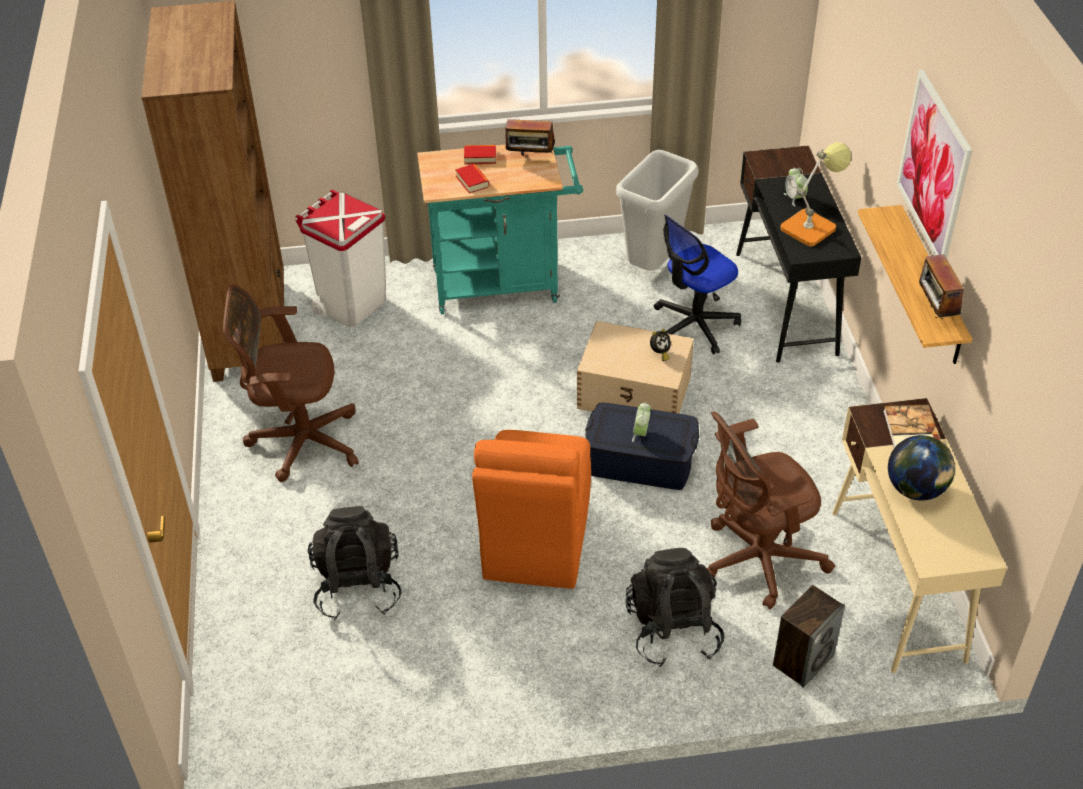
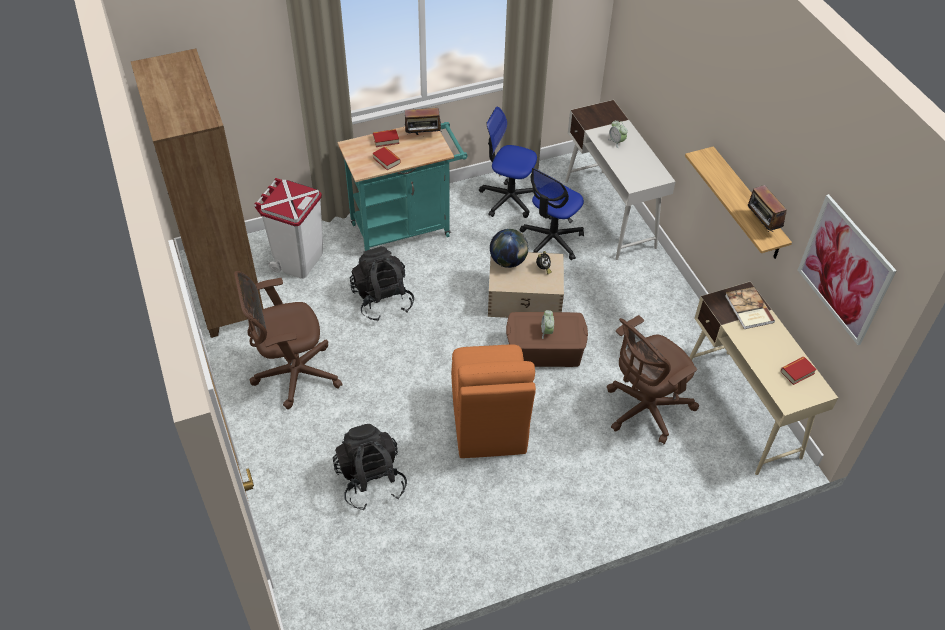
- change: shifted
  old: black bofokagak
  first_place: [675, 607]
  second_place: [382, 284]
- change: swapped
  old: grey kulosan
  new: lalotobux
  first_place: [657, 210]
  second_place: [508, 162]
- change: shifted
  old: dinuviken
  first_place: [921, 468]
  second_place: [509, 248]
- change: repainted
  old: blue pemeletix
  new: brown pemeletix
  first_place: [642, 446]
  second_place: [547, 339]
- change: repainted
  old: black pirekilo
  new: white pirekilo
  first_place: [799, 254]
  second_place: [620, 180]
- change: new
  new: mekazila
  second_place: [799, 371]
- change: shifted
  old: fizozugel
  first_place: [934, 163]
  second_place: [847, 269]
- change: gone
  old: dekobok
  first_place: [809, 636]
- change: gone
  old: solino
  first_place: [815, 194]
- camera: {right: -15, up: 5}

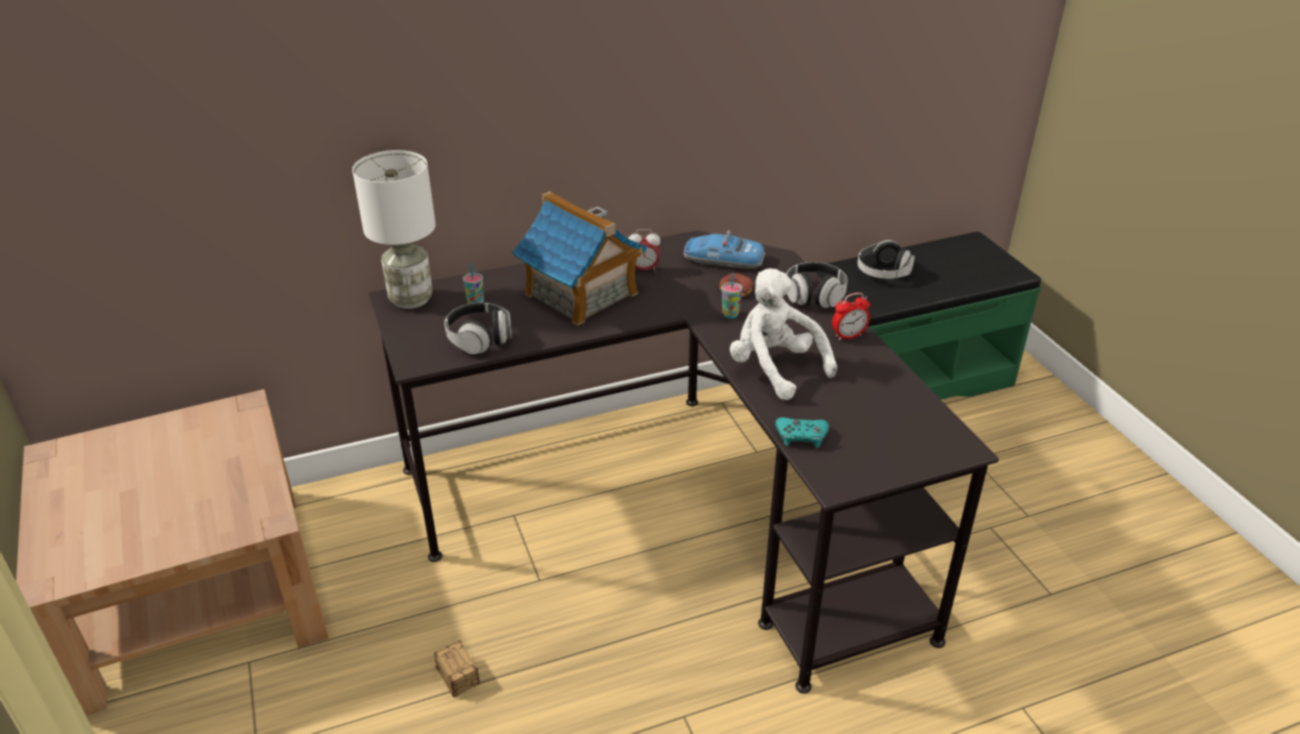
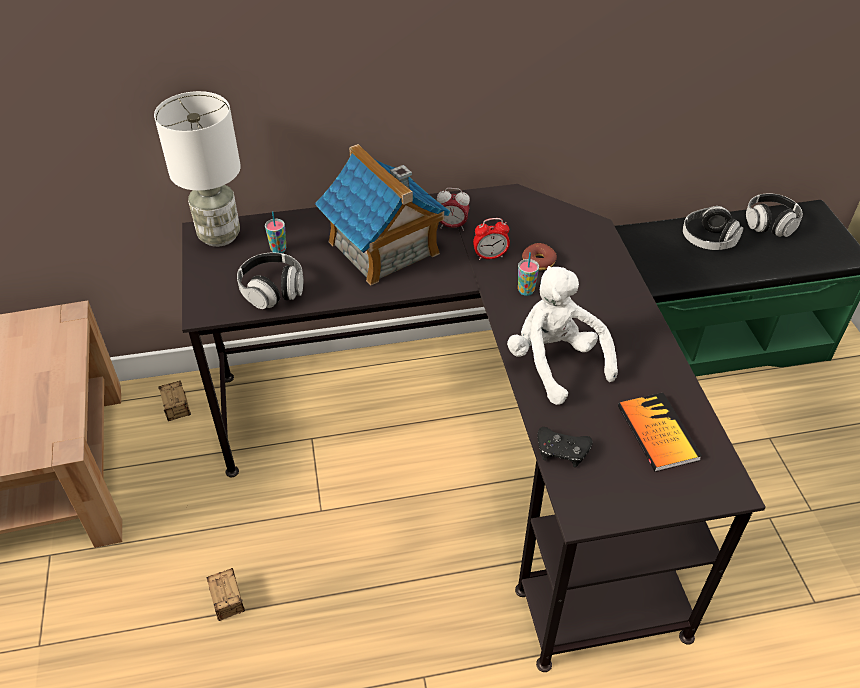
- change: new
  new: pemeletix
  second_place: [175, 401]
- change: shifted
  old: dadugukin
  first_place: [851, 317]
  second_place: [491, 239]
- change: repainted
  old: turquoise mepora
  new: black mepora
  first_place: [802, 432]
  second_place: [565, 447]
- change: new
  new: mekazila
  second_place: [660, 432]
- change: shifted
  old: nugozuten
  first_place: [817, 285]
  second_place: [774, 215]
- change: gone
  old: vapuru
  first_place: [724, 249]
- camera: {right: 10, up: 10}

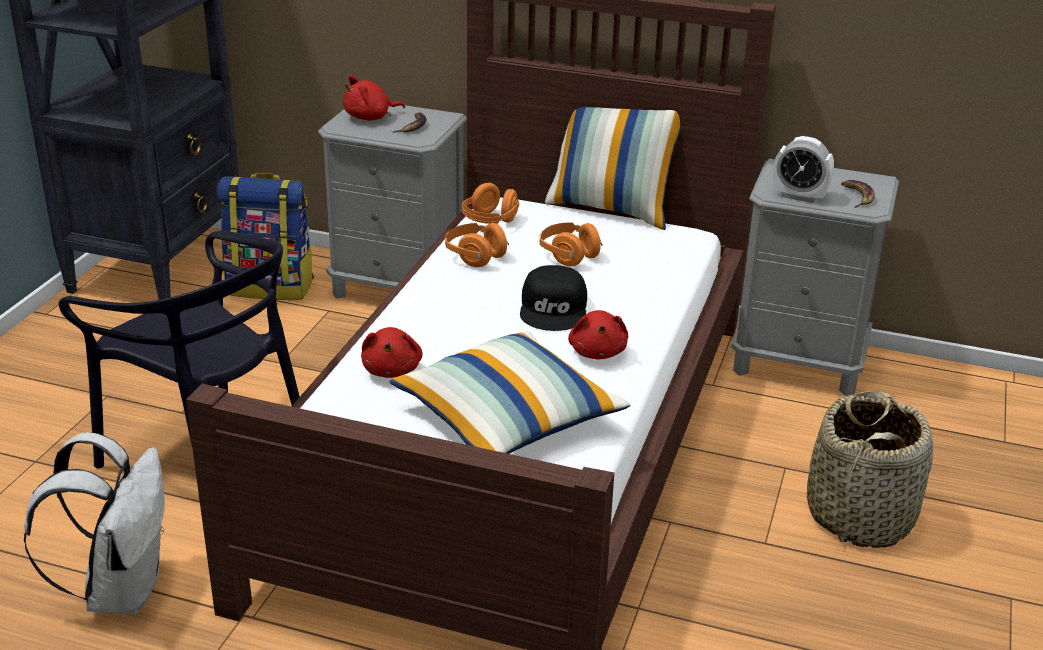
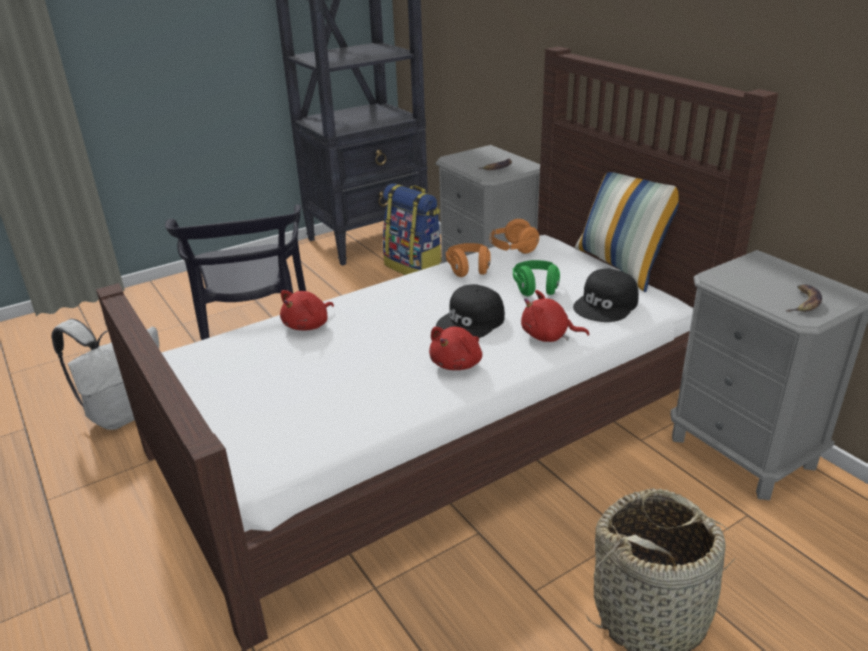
- change: repainted
  old: orange nugozuten
  new: green nugozuten
  first_place: [571, 244]
  second_place: [536, 278]
- change: shifted
  old: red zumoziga
  first_place: [374, 98]
  second_place: [555, 316]
- change: new
  new: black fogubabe
  second_place: [606, 295]
- change: gone
  old: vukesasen
  first_place: [510, 392]
- change: gone
  old: dadugukin
  first_place: [803, 169]
- camera: {right: 40, up: 0}

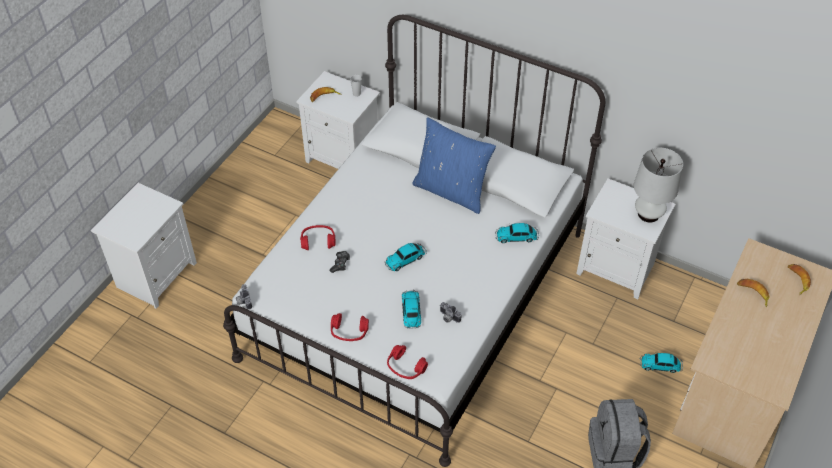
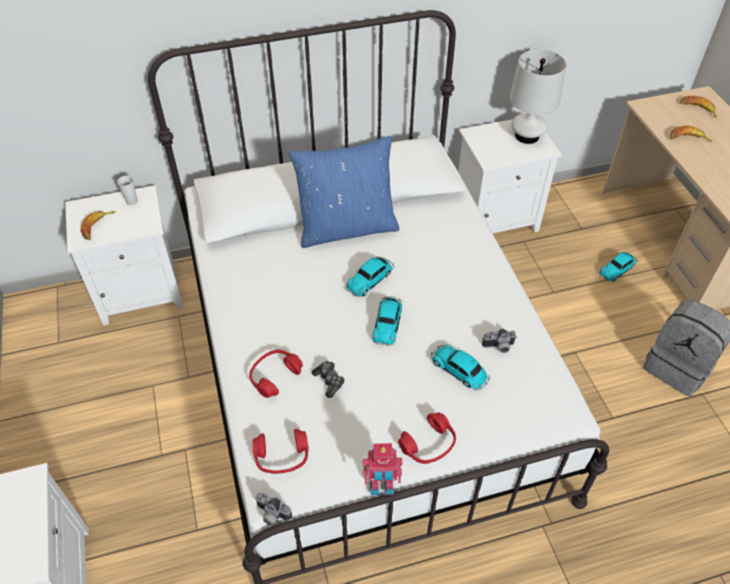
- change: shifted
  old: red nugozuten
  first_place: [407, 362]
  second_place: [280, 451]
- change: shifted
  old: vapuru
  first_place: [517, 233]
  second_place: [369, 277]
- change: new
  new: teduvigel
  second_place: [383, 469]
- camera: {right: -45, up: 0}

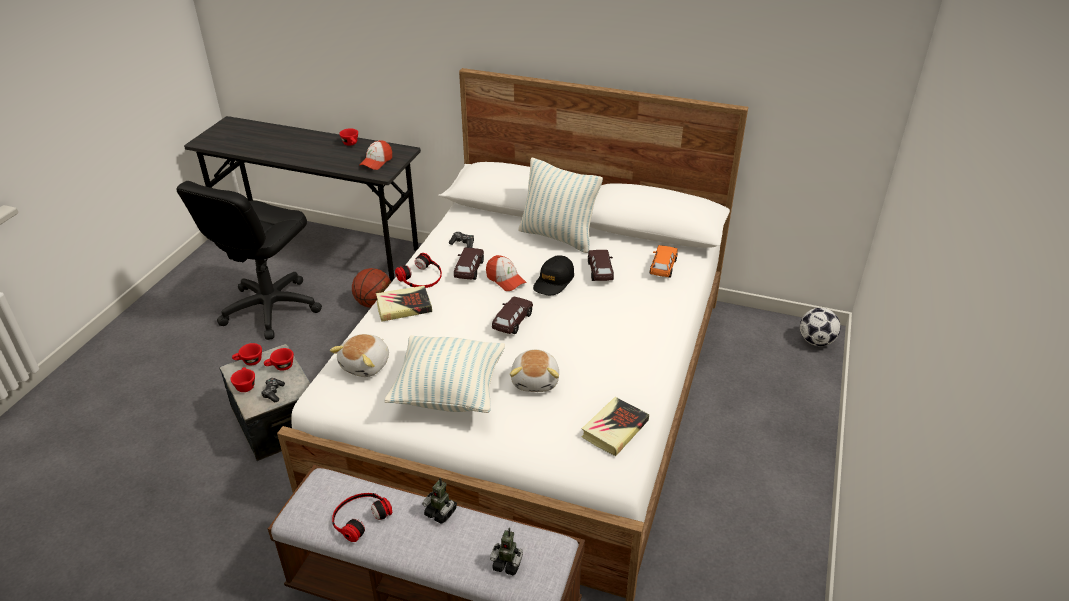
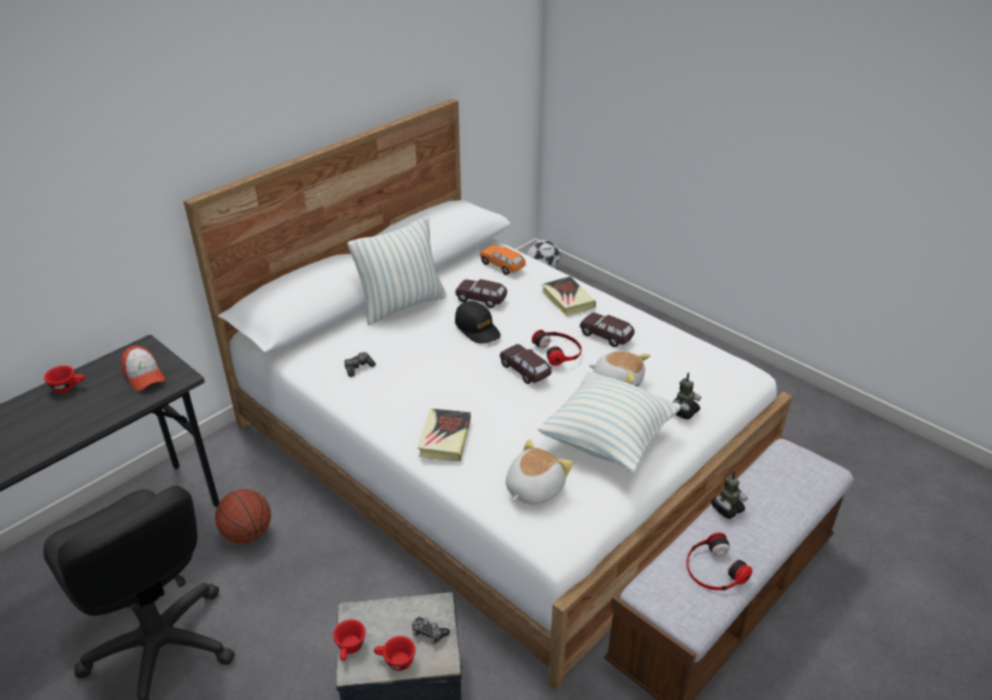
- change: rotated
  old: zumoziga
  first_place: [359, 355]
  second_place: [539, 472]
  degrees: -105
- change: shifted
  old: nugozuten
  first_place: [418, 270]
  second_place: [557, 348]
- change: shifted
  old: mekazila
  first_place: [615, 426]
  second_place: [568, 296]
- change: shifted
  old: brown vapuru
  first_place: [469, 264]
  second_place: [607, 330]
- change: shifted
  old: teduvigel
  first_place: [506, 551]
  second_place: [687, 396]
- change: gone
  old: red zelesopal
  first_place: [279, 359]
- change: gone
  old: fogubabe
  first_place: [506, 273]
- camera: {right: -65, up: 0}

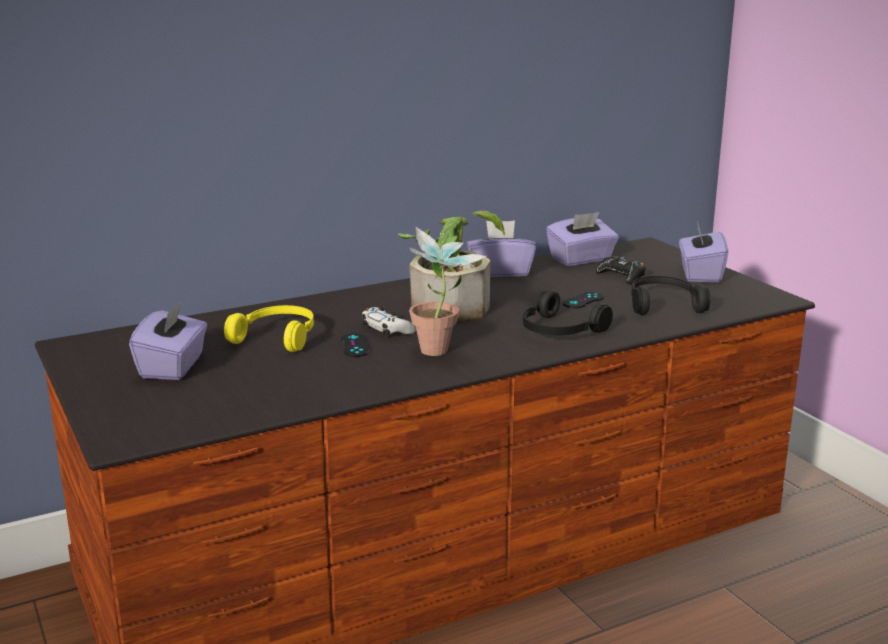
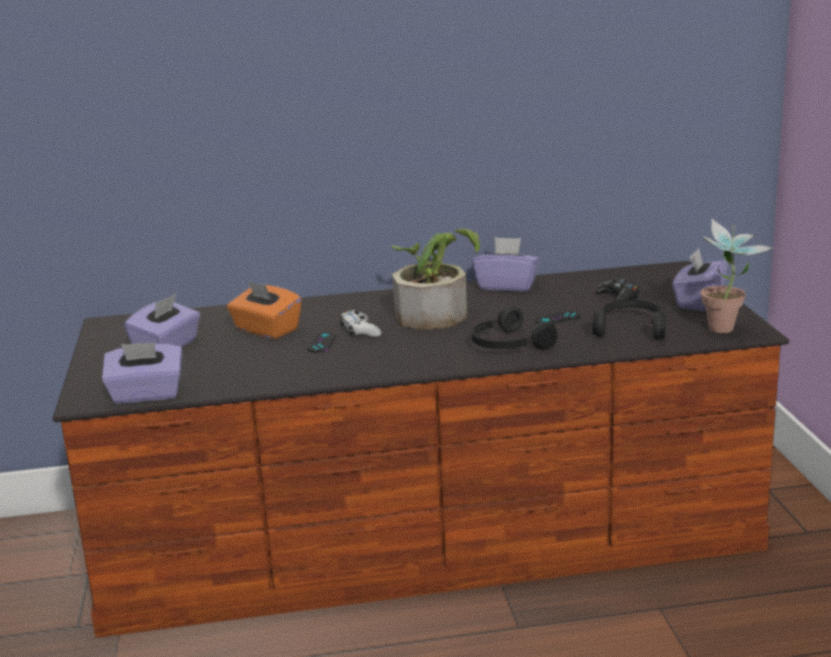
- change: shifted
  old: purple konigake
  first_place: [582, 239]
  second_place: [142, 373]
- change: swapped
  old: yellow nugozuten
  new: orange konigake
  first_place: [269, 328]
  second_place: [264, 309]
- change: shifted
  old: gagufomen
  first_place: [447, 291]
  second_place: [737, 276]
- camera: {right: 20, up: 0}

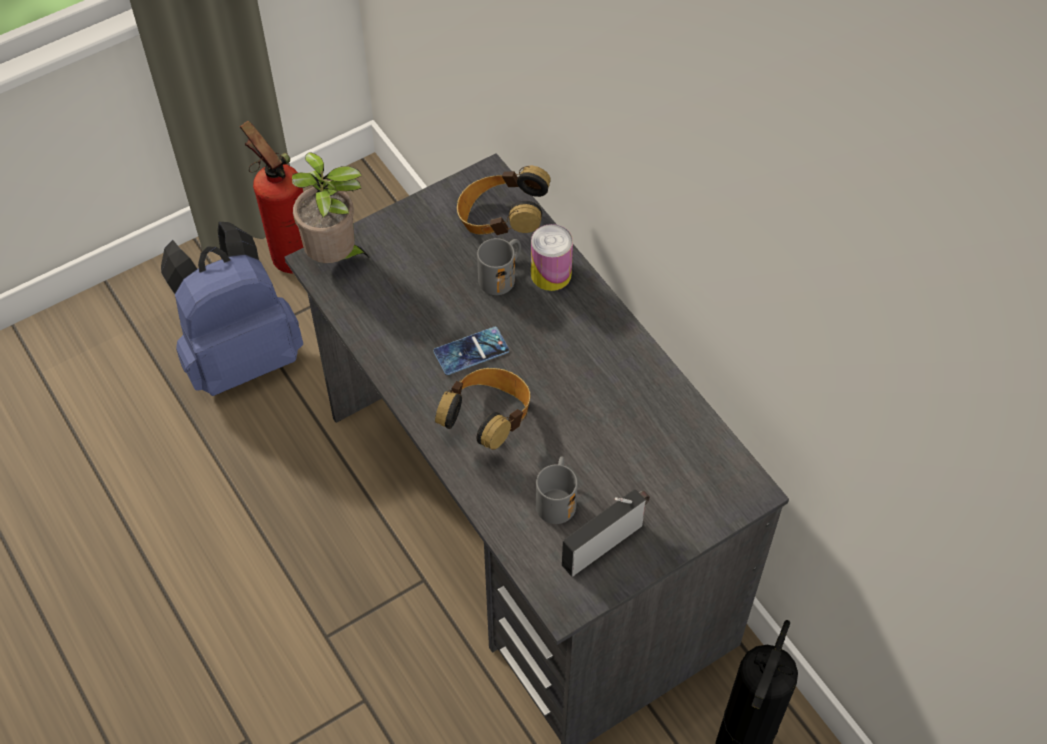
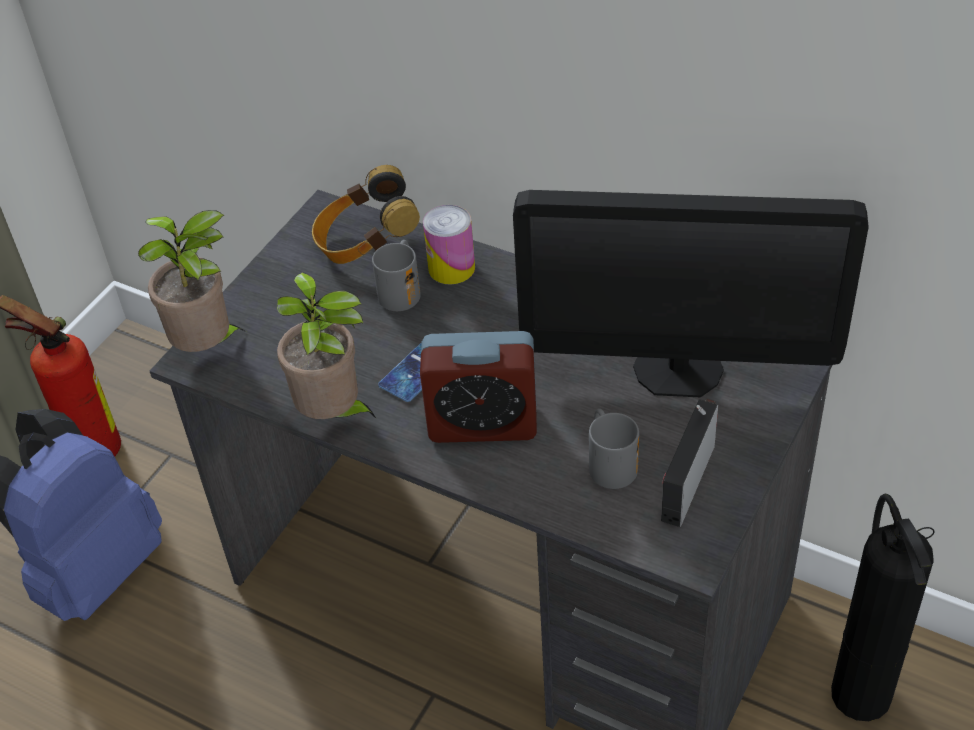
- change: new
  new: gagufomen
  second_place: [326, 345]
- change: swapped
  old: nugozuten
  new: dadugukin
  first_place: [483, 409]
  second_place: [478, 387]
- change: new
  new: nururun
  second_place: [691, 293]
- camera: {right: -25, up: -10}

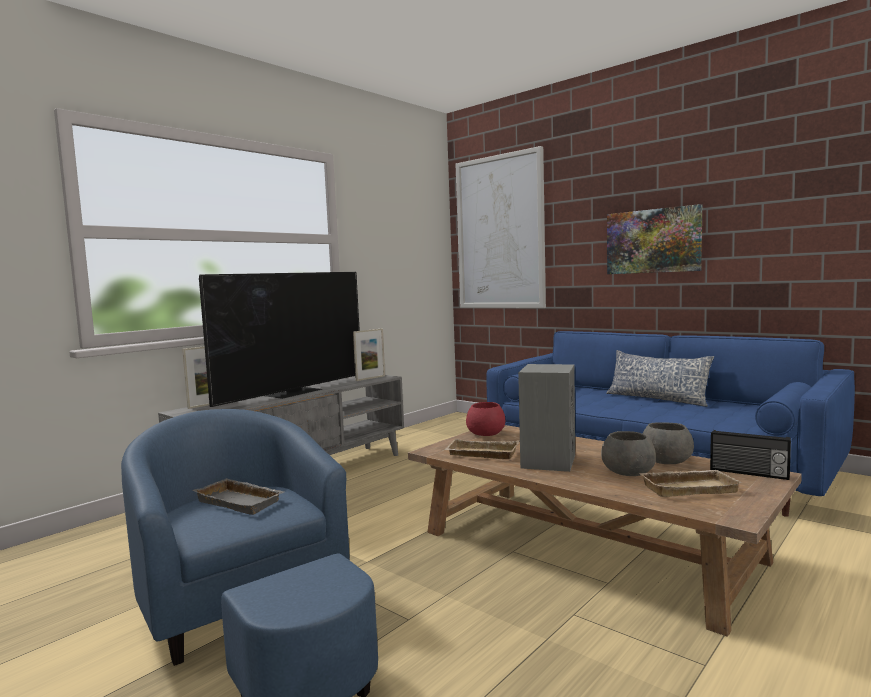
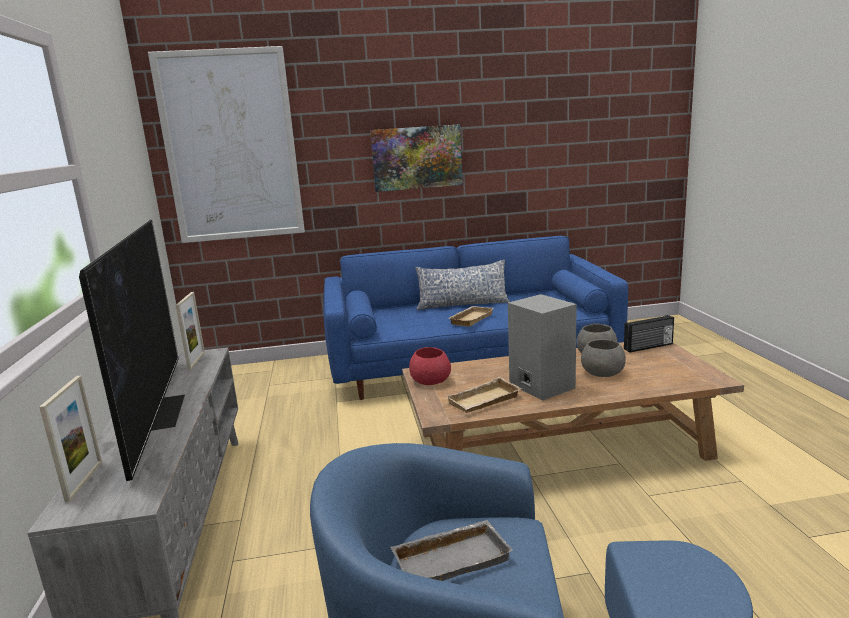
- change: shifted
  old: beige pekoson
  first_place: [690, 483]
  second_place: [471, 316]
- camera: {right: -50, up: 10}

